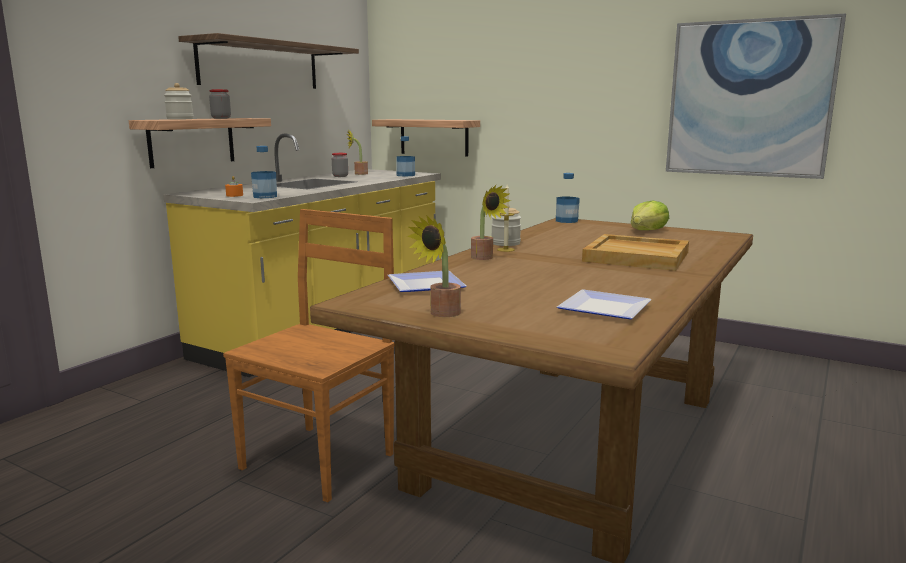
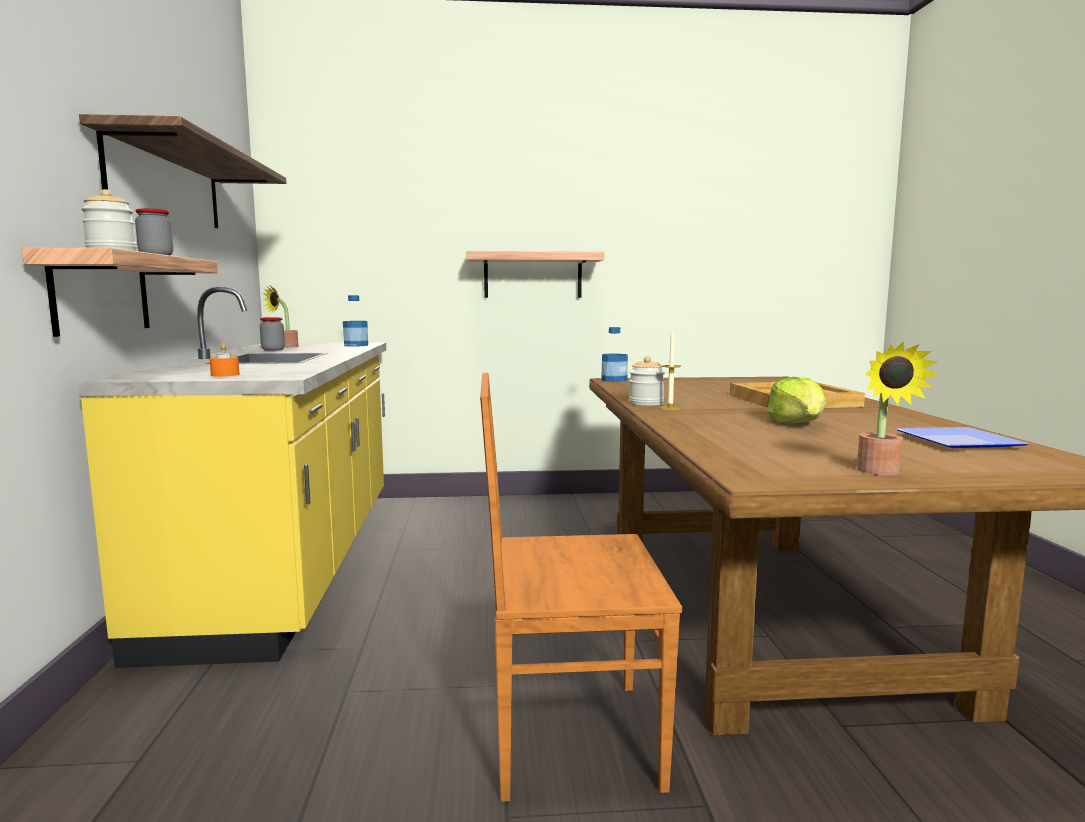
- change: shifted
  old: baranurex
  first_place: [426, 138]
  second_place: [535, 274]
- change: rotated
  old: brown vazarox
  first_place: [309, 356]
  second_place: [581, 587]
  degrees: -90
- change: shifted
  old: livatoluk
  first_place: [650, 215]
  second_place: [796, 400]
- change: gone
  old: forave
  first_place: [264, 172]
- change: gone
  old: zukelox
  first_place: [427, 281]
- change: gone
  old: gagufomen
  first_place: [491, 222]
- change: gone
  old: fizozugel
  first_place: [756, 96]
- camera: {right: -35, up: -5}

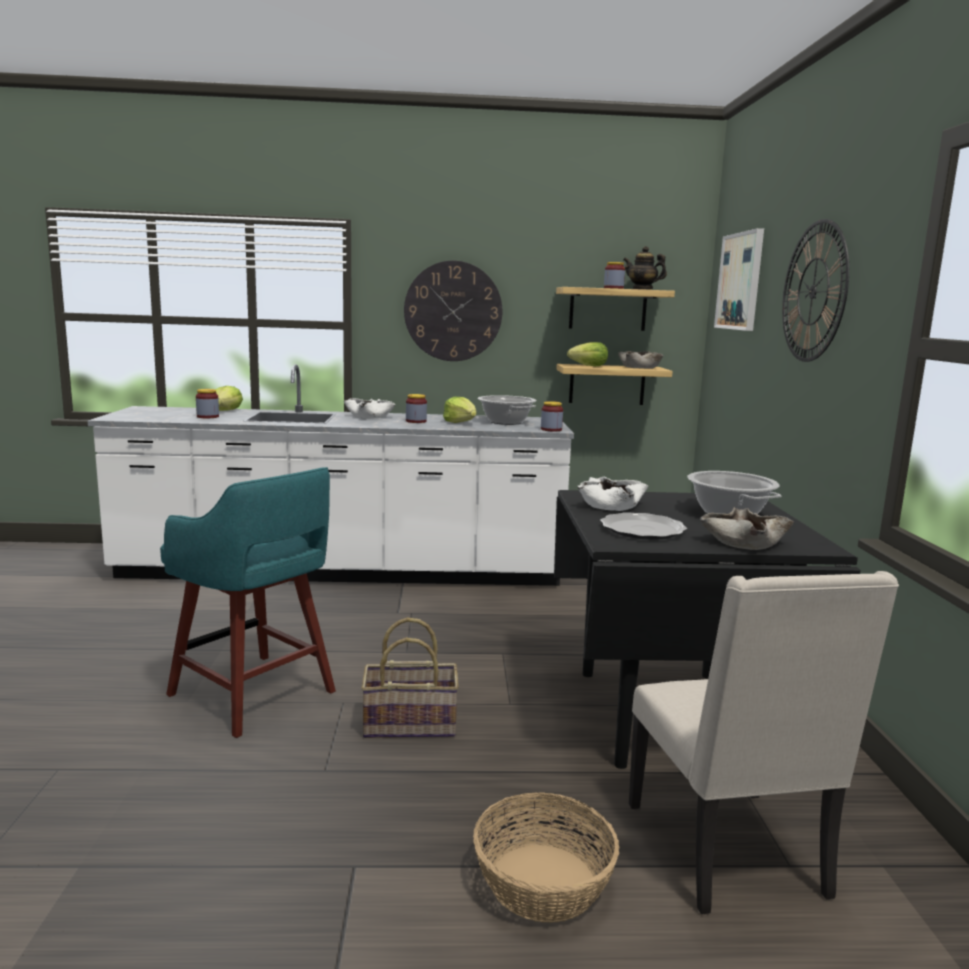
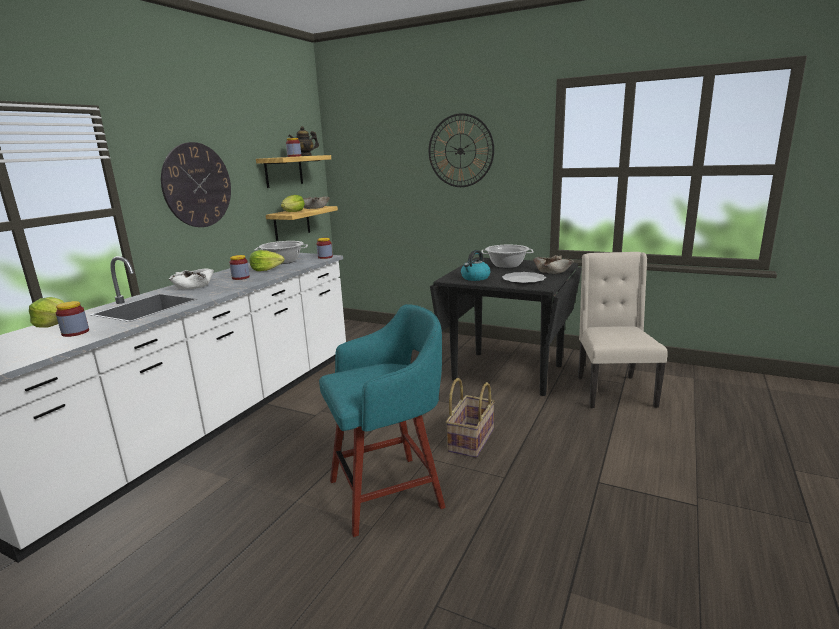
- change: swapped
  old: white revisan
  new: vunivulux
  first_place: [613, 494]
  second_place: [476, 265]
- change: rotated
  old: beige vazarox
  first_place: [764, 742]
  second_place: [623, 330]
  degrees: -105
- change: gone
  old: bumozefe
  first_place: [546, 857]
- change: gone
  old: fizozugel
  first_place: [739, 279]
- camera: {right: -60, up: 5}

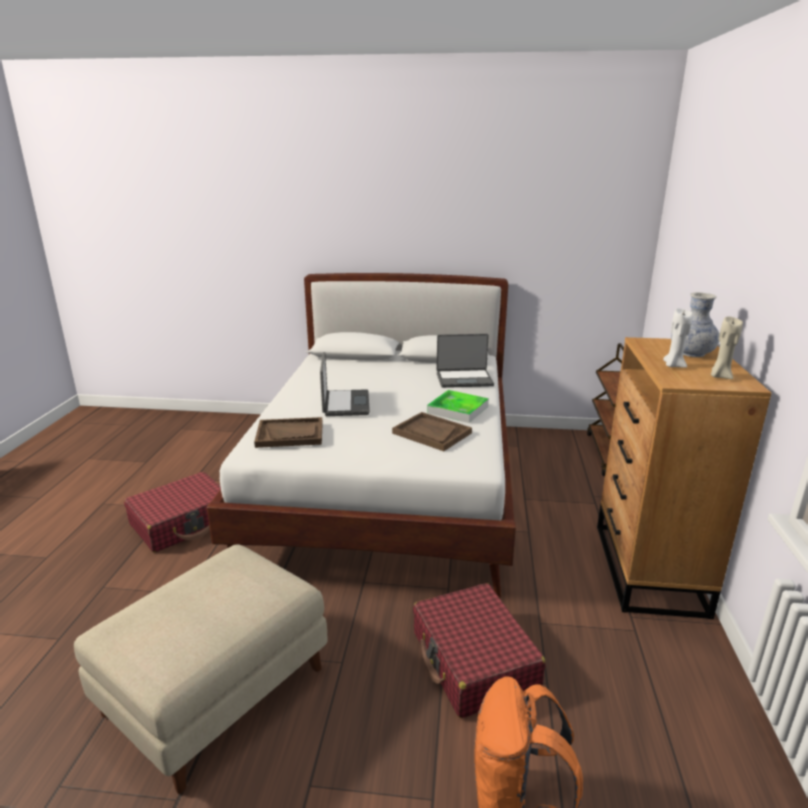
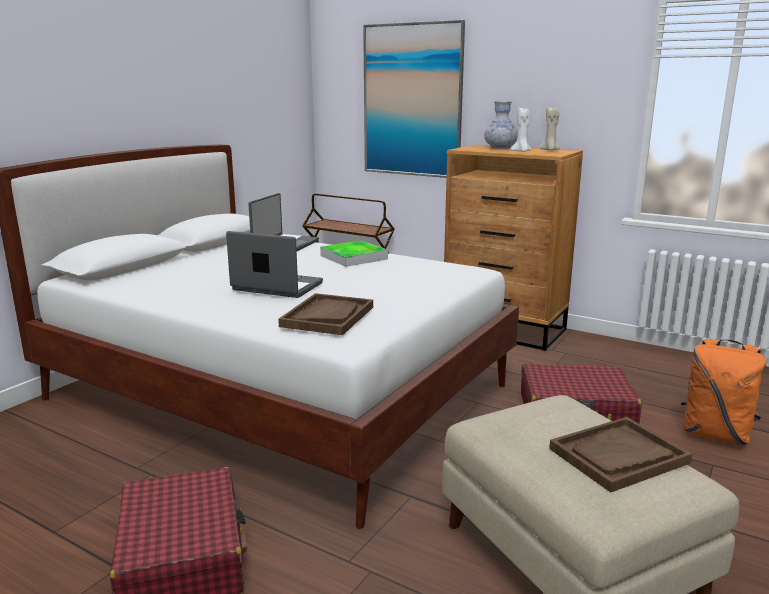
- change: new
  new: fizozugel
  second_place: [414, 99]
- change: shifted
  old: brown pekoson
  first_place: [432, 431]
  second_place: [620, 455]
- camera: {right: -65, up: -5}

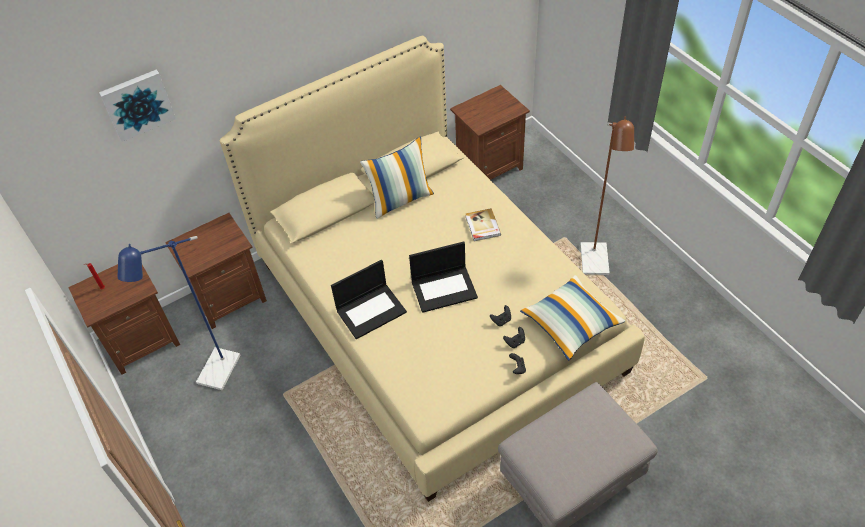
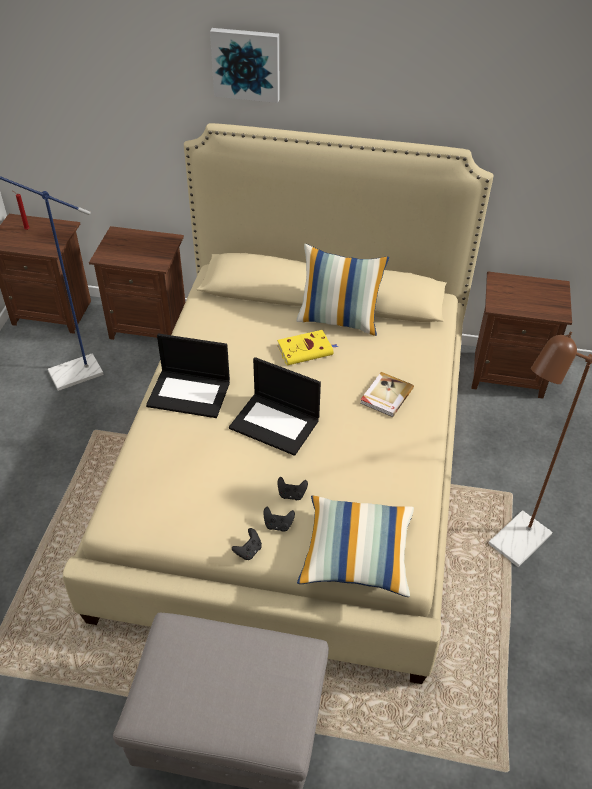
- change: shifted
  old: fizozugel
  first_place: [137, 105]
  second_place: [245, 65]
- change: new
  new: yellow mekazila
  second_place: [307, 348]
- camera: {right: 40, up: -5}

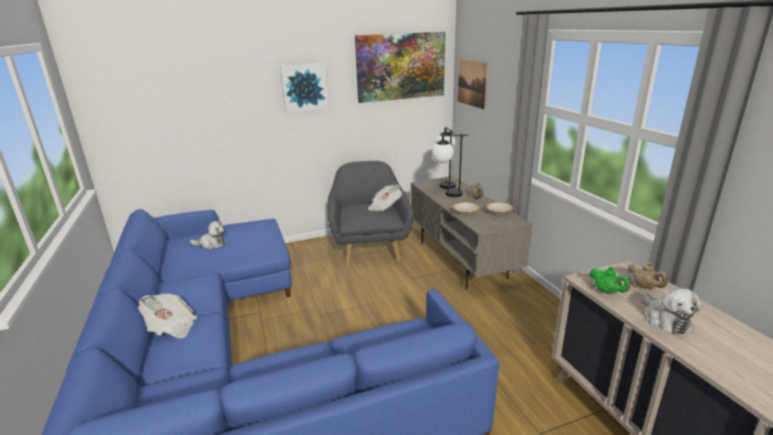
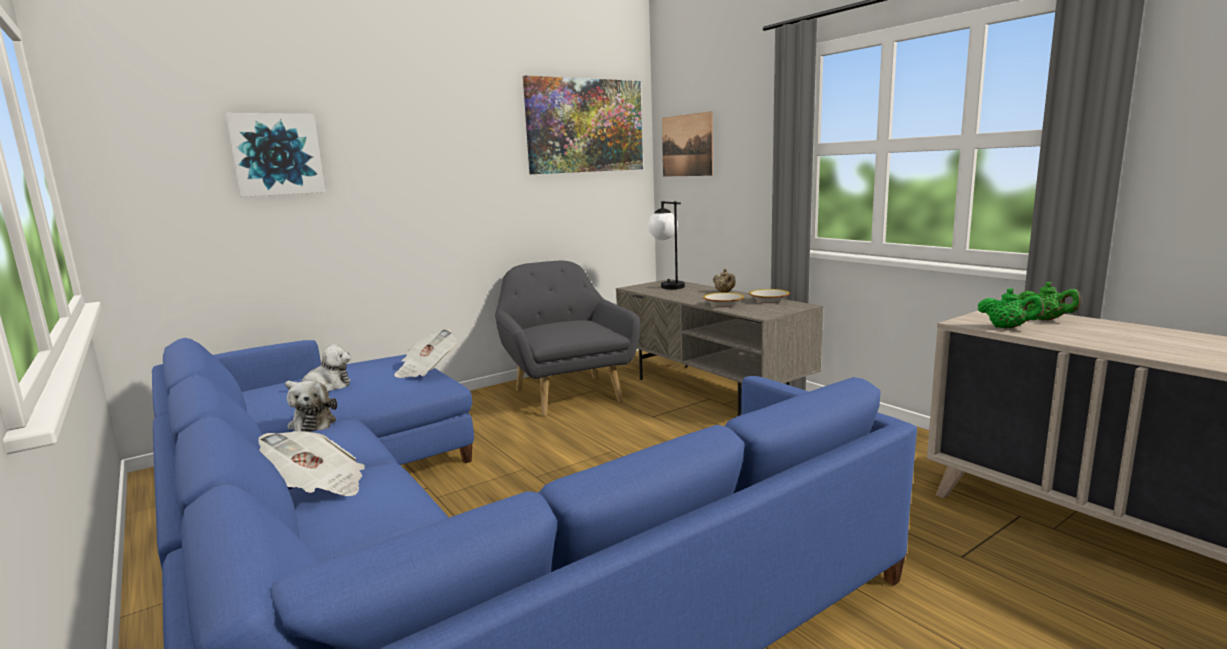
- change: shifted
  old: fizozugel
  first_place: [304, 88]
  second_place: [275, 155]
- change: shifted
  old: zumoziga
  first_place: [671, 311]
  second_place: [312, 406]
- change: shifted
  old: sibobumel
  first_place: [385, 198]
  second_place: [425, 353]
- change: repainted
  old: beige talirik
  new: green talirik
  first_place: [648, 275]
  second_place: [1049, 301]
- change: gone
  old: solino
  first_place: [449, 165]
- camera: {right: -15, up: -10}

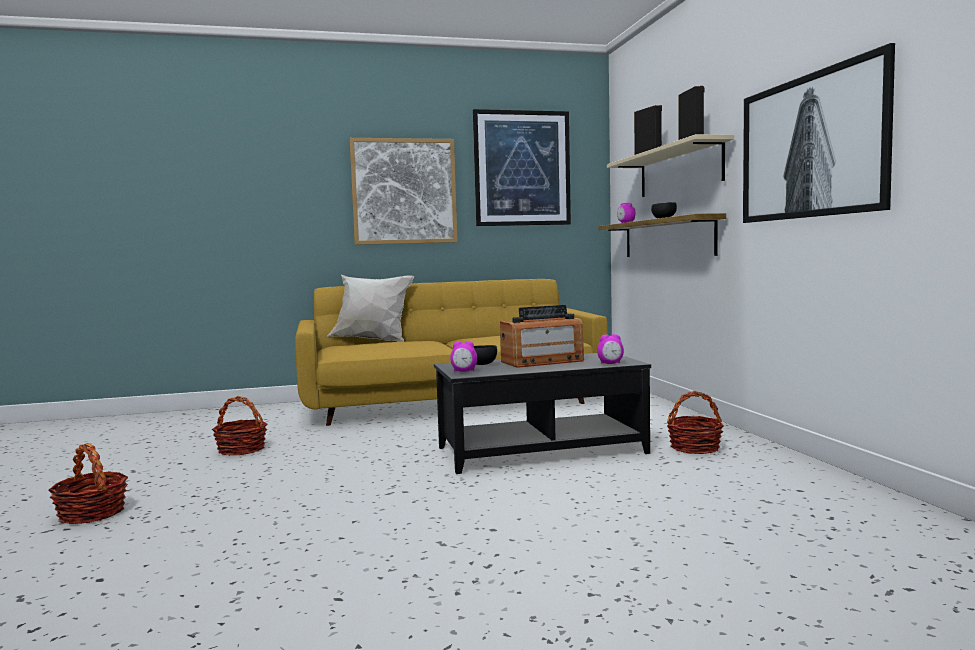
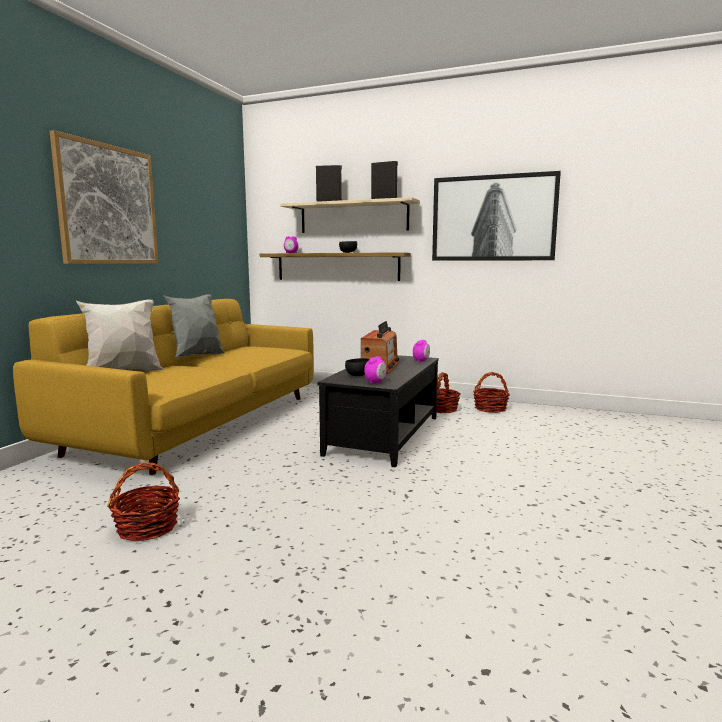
- change: new
  new: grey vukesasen
  second_place: [194, 326]
- change: shifted
  old: bumozefe
  first_place: [88, 483]
  second_place: [491, 392]
- change: gone
  old: fizozugel
  first_place: [522, 167]
- camera: {right: -55, up: 5}

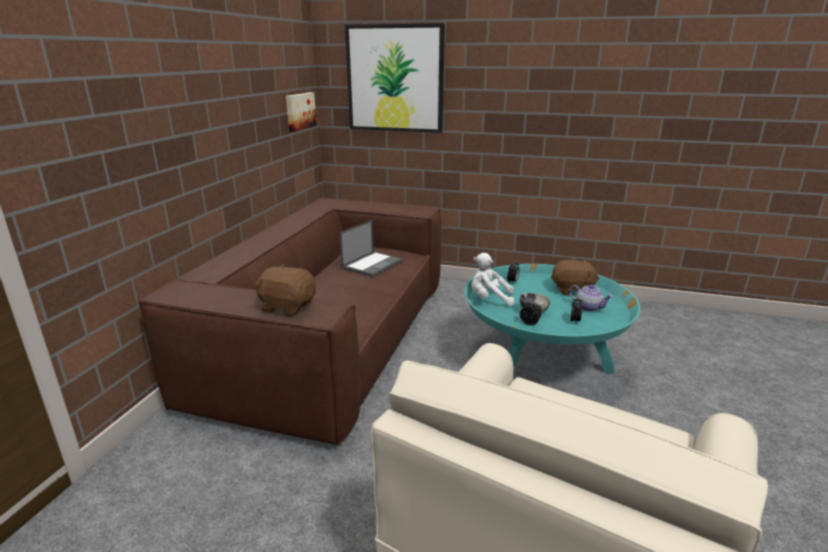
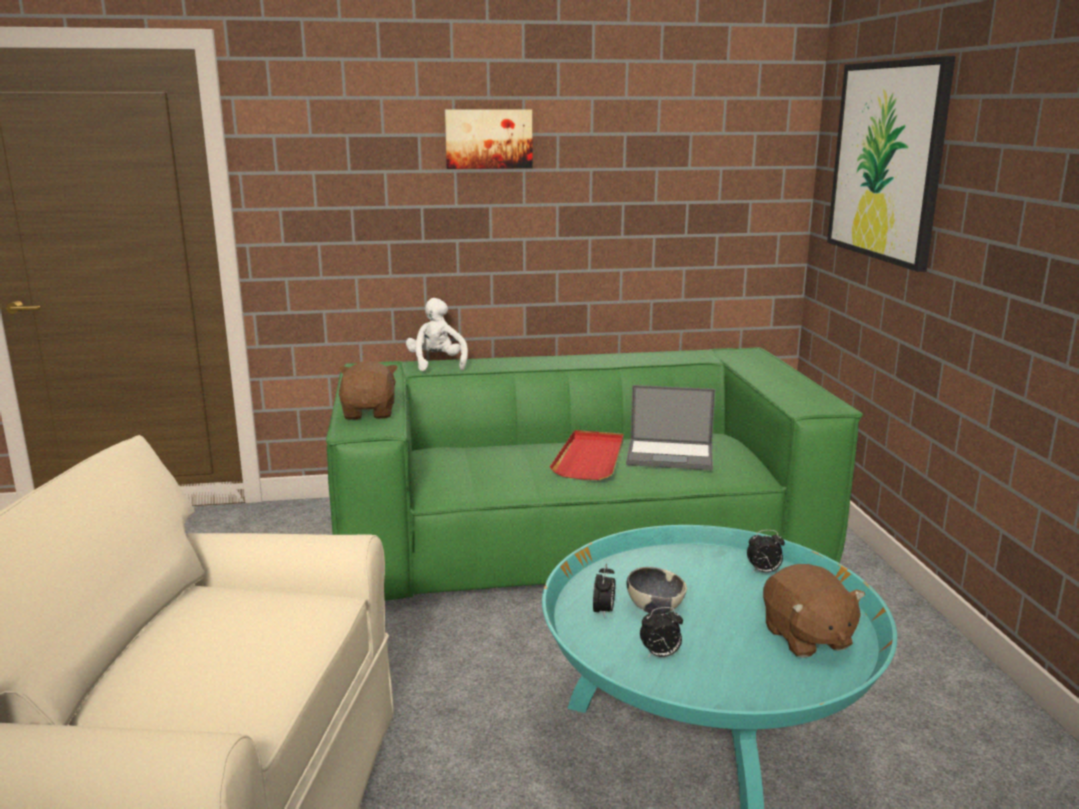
- change: repainted
  old: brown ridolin
  new: green ridolin
  first_place: [289, 322]
  second_place: [594, 474]
- change: shifted
  old: white zumoziga
  first_place: [493, 279]
  second_place: [437, 334]
- change: shifted
  old: fizozugel
  first_place: [301, 112]
  second_place: [488, 139]
- change: new
  new: red pekoson
  second_place: [587, 455]
- change: gone
  old: talirik
  first_place: [591, 298]
- camera: {right: 65, up: -5}

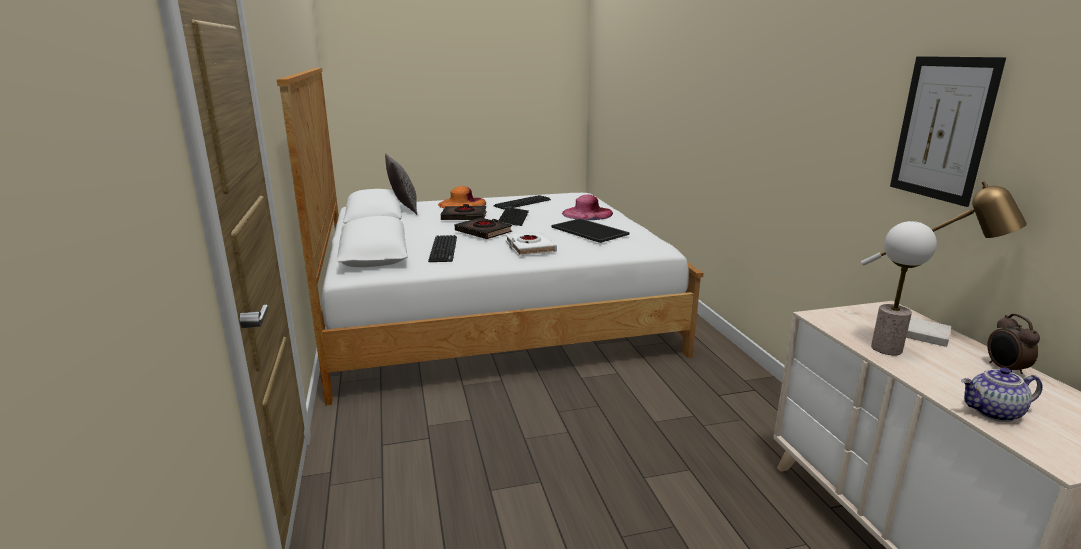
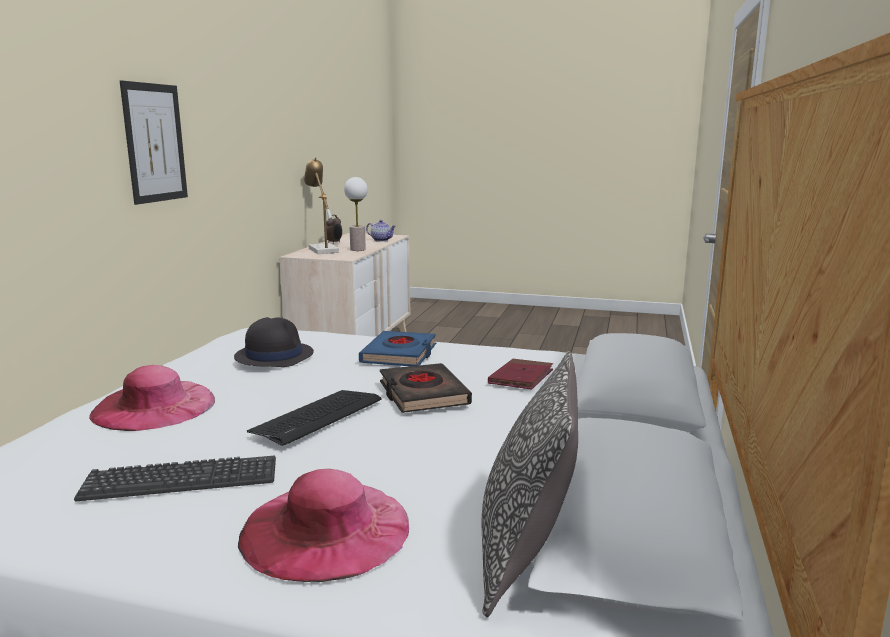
- change: shifted
  old: fizozugel
  first_place: [948, 131]
  second_place: [154, 142]
- change: swapped
  old: pekoson
  new: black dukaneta
  first_place: [590, 230]
  second_place: [274, 342]
- change: repainted
  old: orange dukaneta
  new: pink dukaneta
  first_place: [462, 197]
  second_place: [323, 525]
- change: repainted
  old: white mekazila
  new: blue mekazila
  first_place: [531, 243]
  second_place: [397, 348]
- change: swapped
  old: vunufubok
  new: red mekazila
  first_place: [442, 248]
  second_place: [520, 374]
- change: gone
  old: black mekazila
  first_place: [464, 212]
- camera: {right: -150, up: -5}

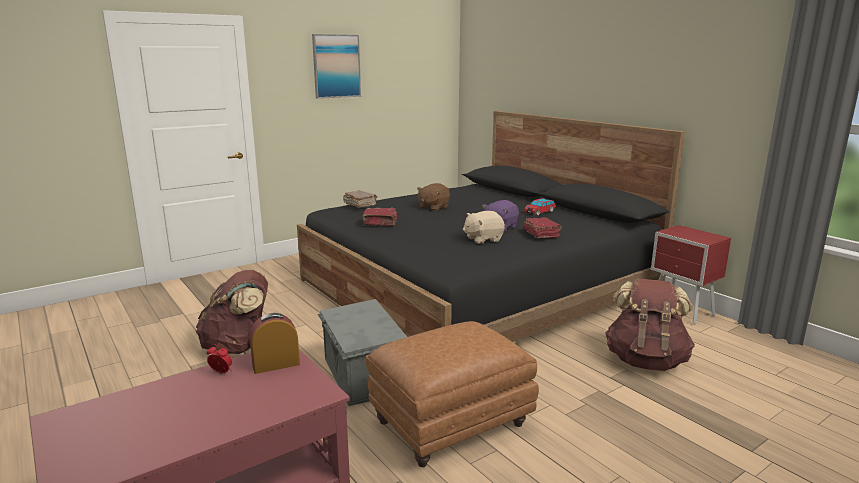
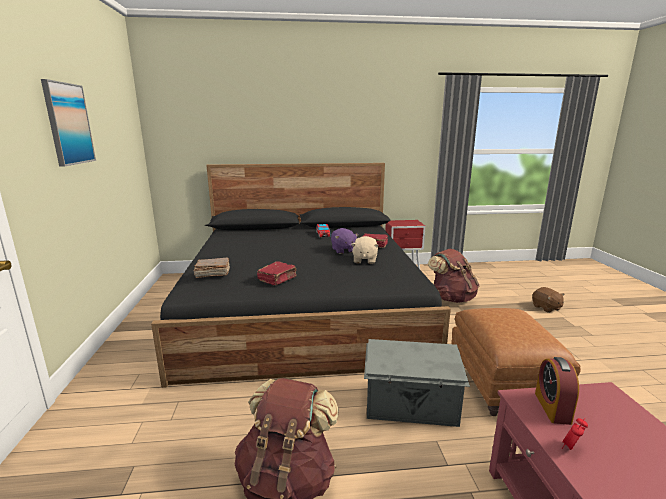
- change: shifted
  old: brown zumoziga
  first_place: [433, 197]
  second_place: [548, 300]
- camera: {right: -60, up: 0}

